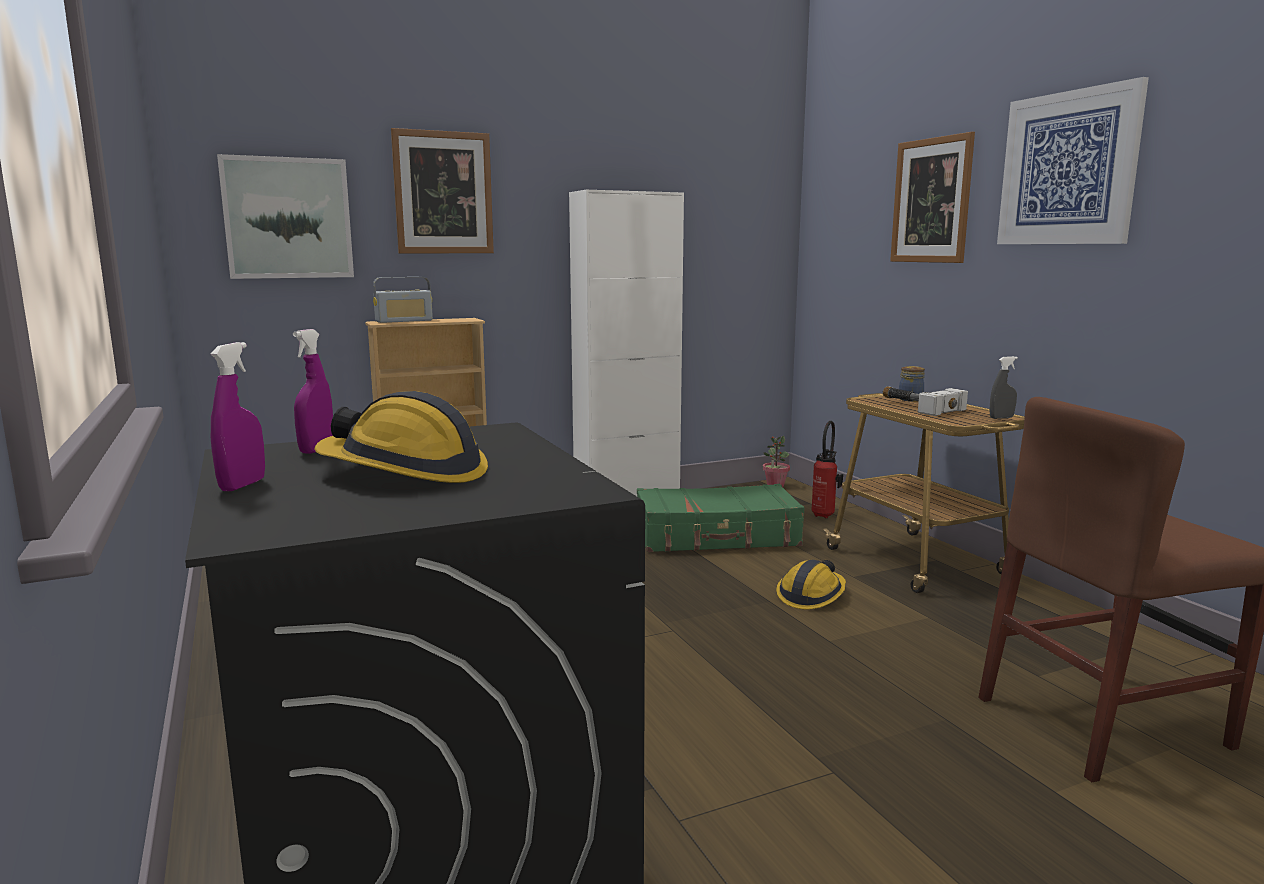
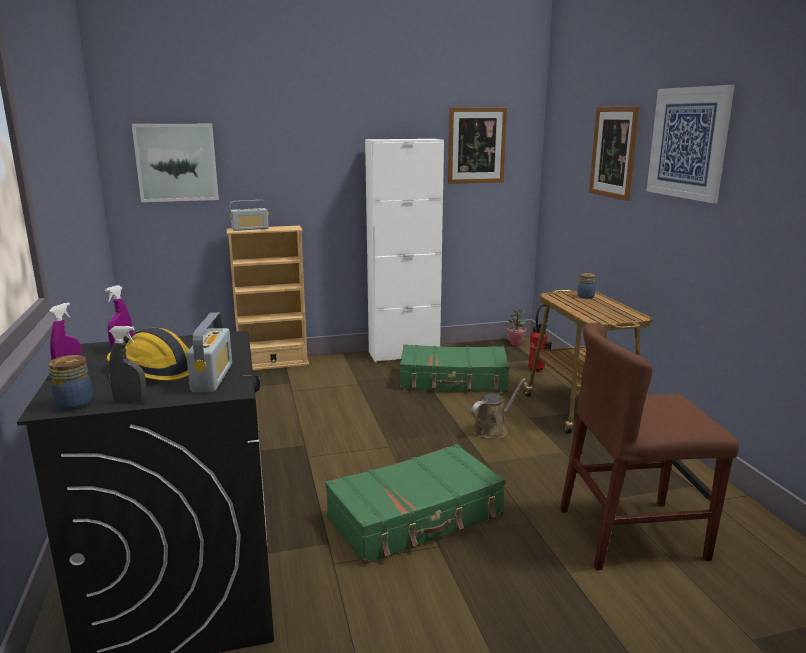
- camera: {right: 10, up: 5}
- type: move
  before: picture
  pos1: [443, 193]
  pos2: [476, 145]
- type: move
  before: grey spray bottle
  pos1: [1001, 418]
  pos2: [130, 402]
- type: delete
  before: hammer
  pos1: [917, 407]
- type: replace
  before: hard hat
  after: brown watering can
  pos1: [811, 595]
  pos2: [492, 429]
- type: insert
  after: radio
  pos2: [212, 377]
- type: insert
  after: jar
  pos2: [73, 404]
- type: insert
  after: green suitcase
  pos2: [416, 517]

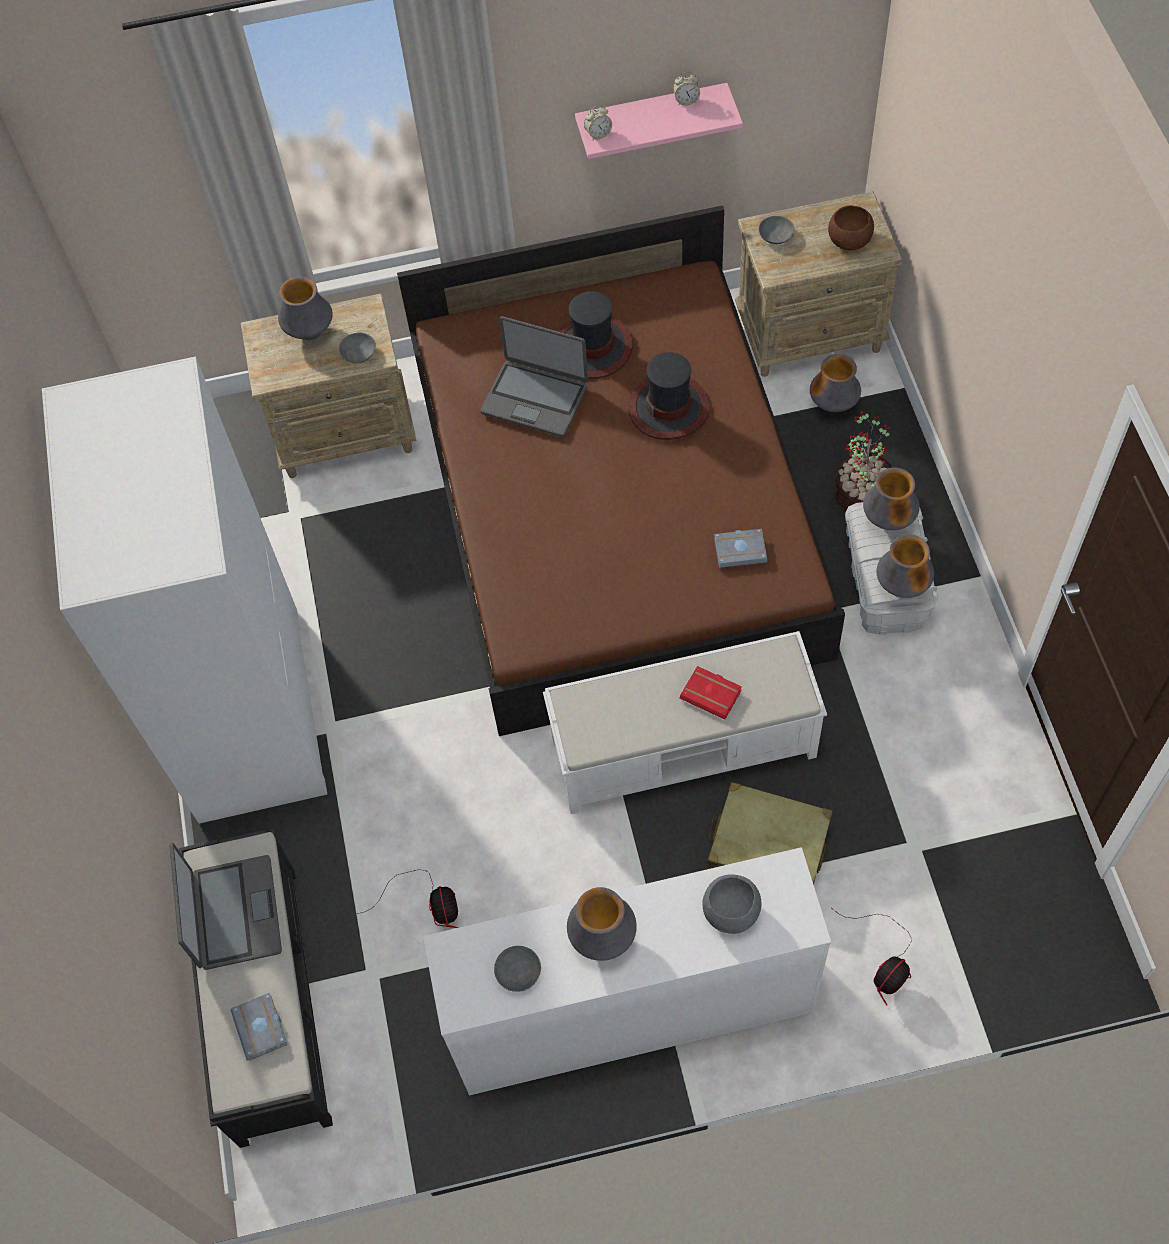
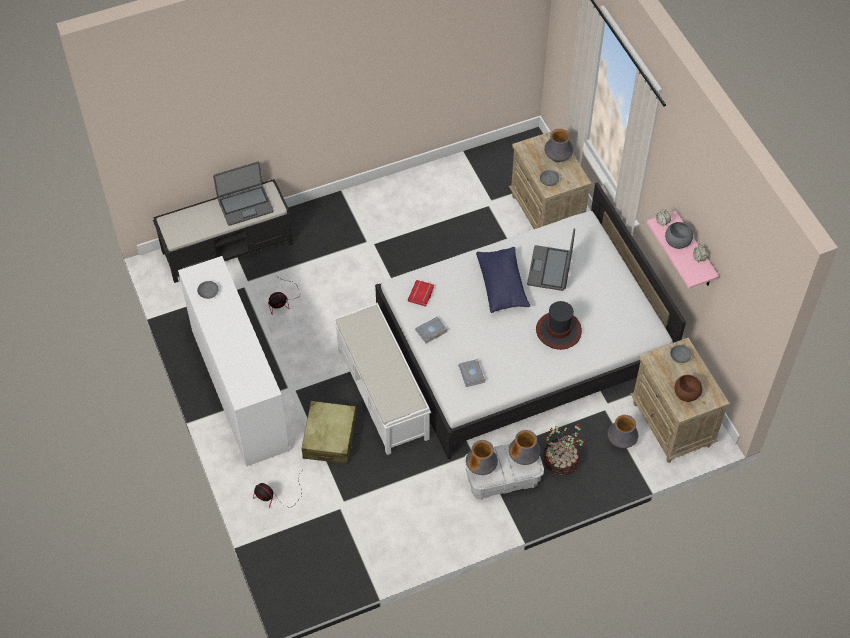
- camera: {right: 75, up: -5}
- type: recolor
  before: brown bed
  after: white bed
  pos1: [616, 512]
  pos2: [522, 343]
- type: delete
  before: hat
  pos1: [593, 347]
- type: delete
  before: white wardrobe
  pos1: [247, 712]
- type: move
  before: red book
  pos1: [712, 694]
  pos2: [421, 295]
- type: move
  before: grey bowl
  pos1: [731, 911]
  pos2: [677, 242]
- type: delete
  before: vase
  pos1: [602, 937]
- type: move
  before: grey book
  pos1: [262, 1028]
  pos2: [431, 332]
- type: insert
  after: blue pillow
  pos2: [502, 286]

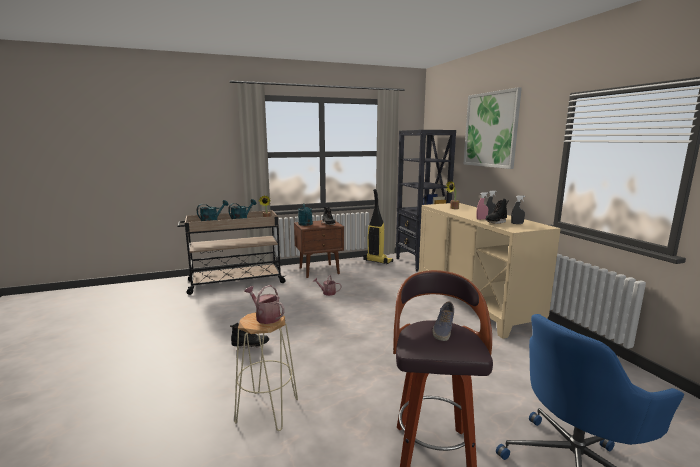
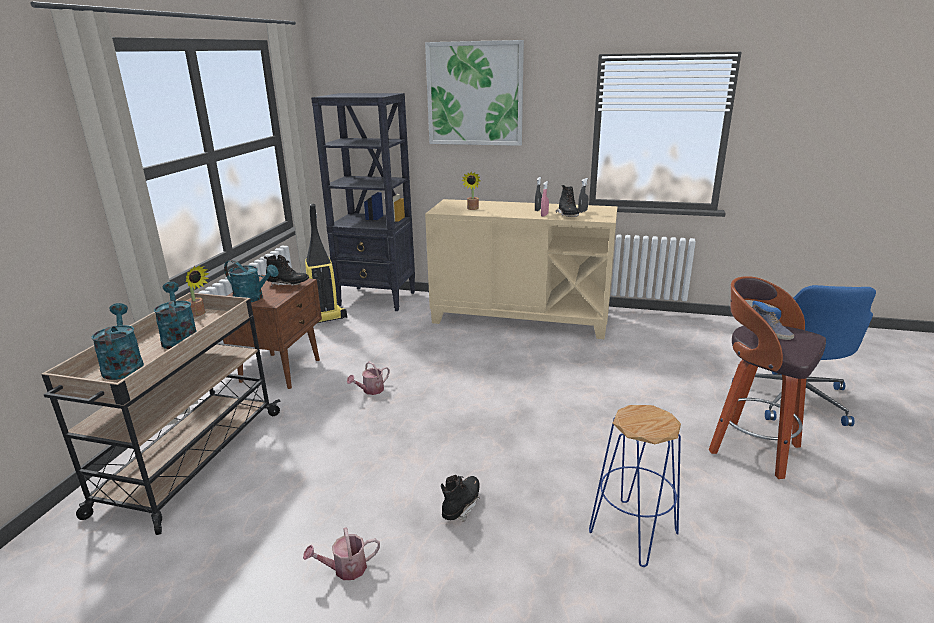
- camera: {right: -55, up: 10}
- type: move
  before: watering can
  pos1: [265, 317]
  pos2: [345, 569]
- type: recolor
  before: beige stool
  after: blue stool
  pos1: [266, 410]
  pos2: [632, 533]

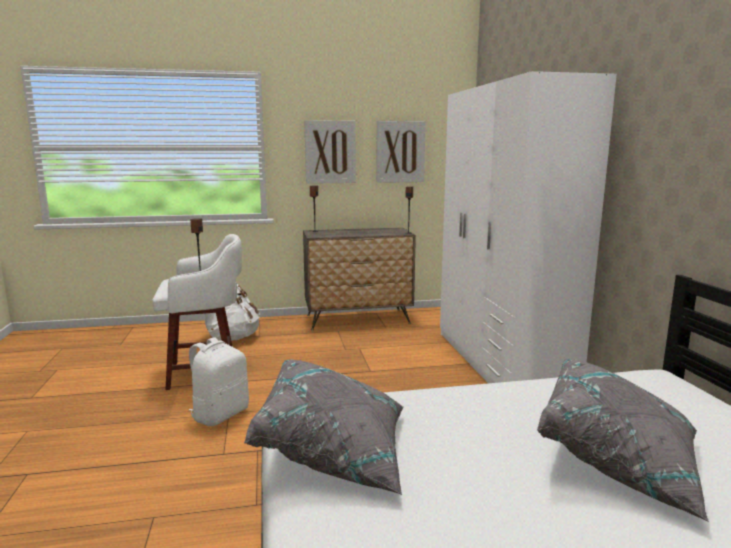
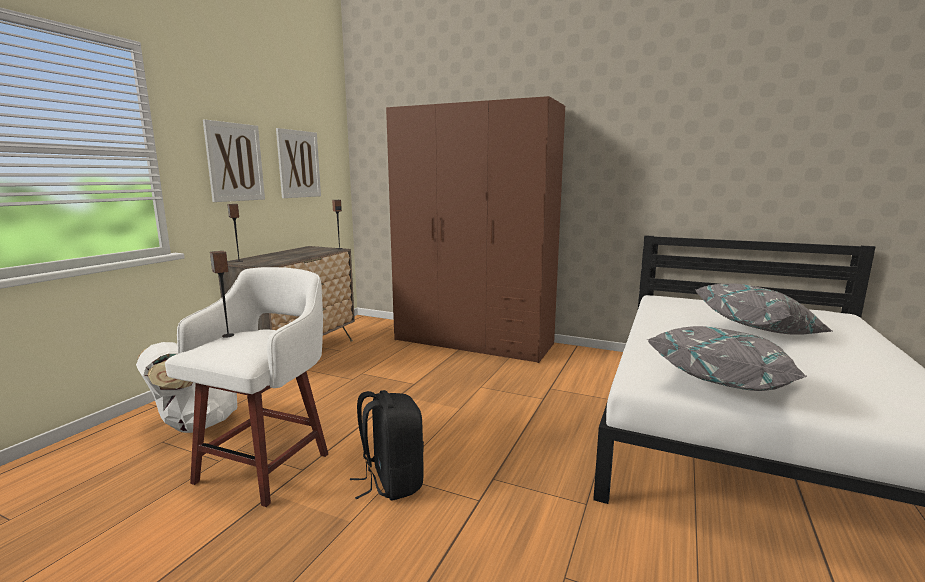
- camera: {right: -55, up: 0}
- type: recolor
  before: white wardrobe
  after: brown wardrobe
  pos1: [500, 363]
  pos2: [473, 342]
- type: recolor
  before: white backpack
  after: black backpack
  pos1: [220, 414]
  pos2: [391, 482]

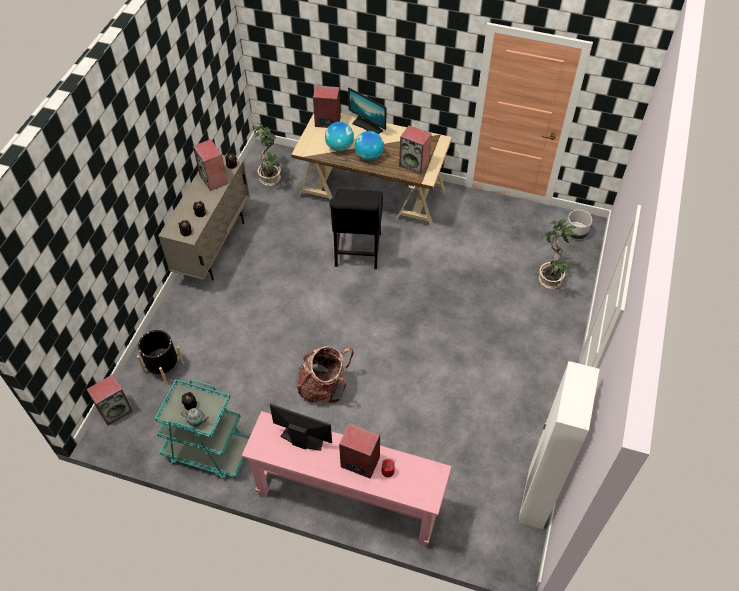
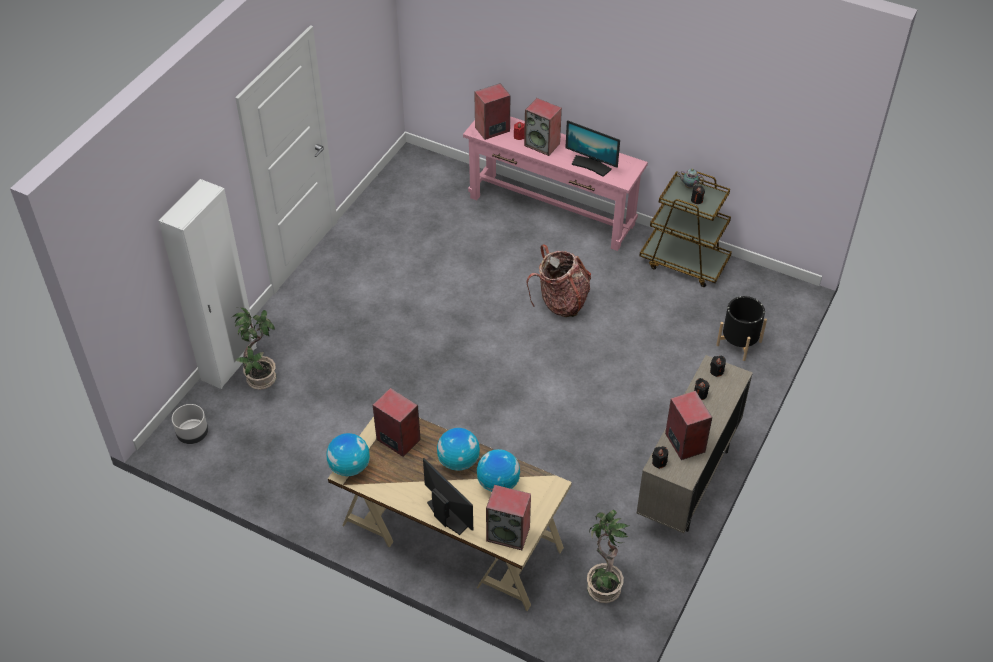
- camera: {right: -170, up: -5}
- type: delete
  before: black chair
  pos1: [357, 252]
- type: move
  before: white wardrobe
  pos1: [535, 498]
  pos2: [230, 364]
- type: move
  before: speaker
  pos1: [115, 410]
  pos2: [492, 129]
- type: recolor
  before: turquoise cart
  after: brown cart
  pos1: [208, 451]
  pos2: [684, 262]
- type: insert
  after: globe
  pos2: [350, 467]

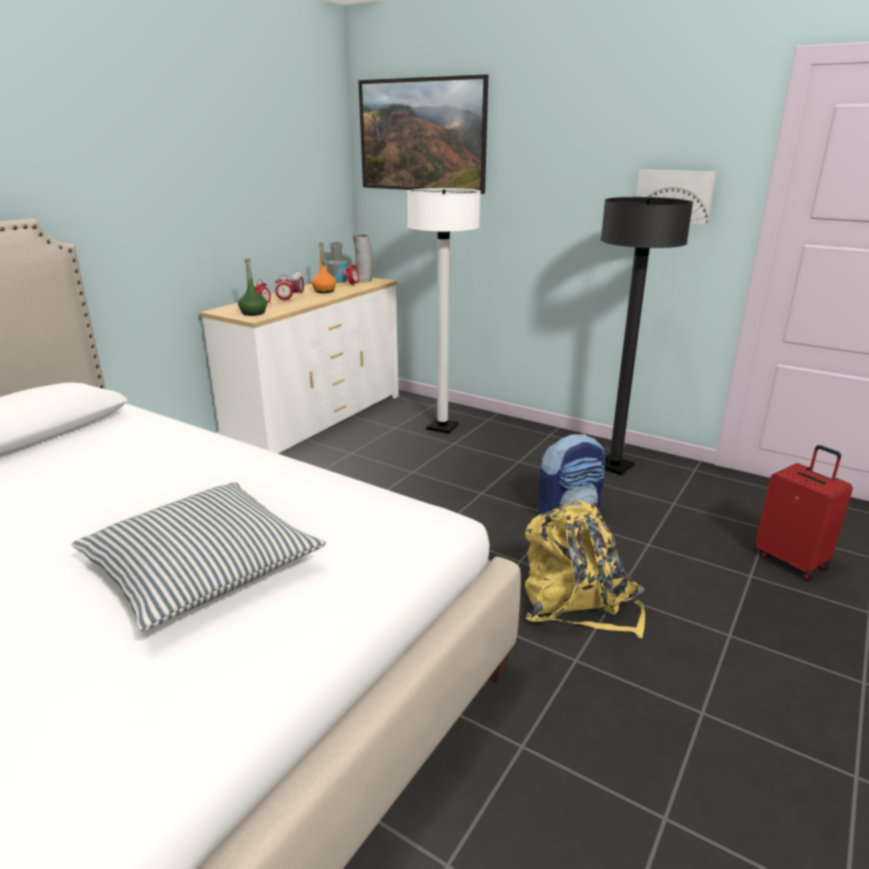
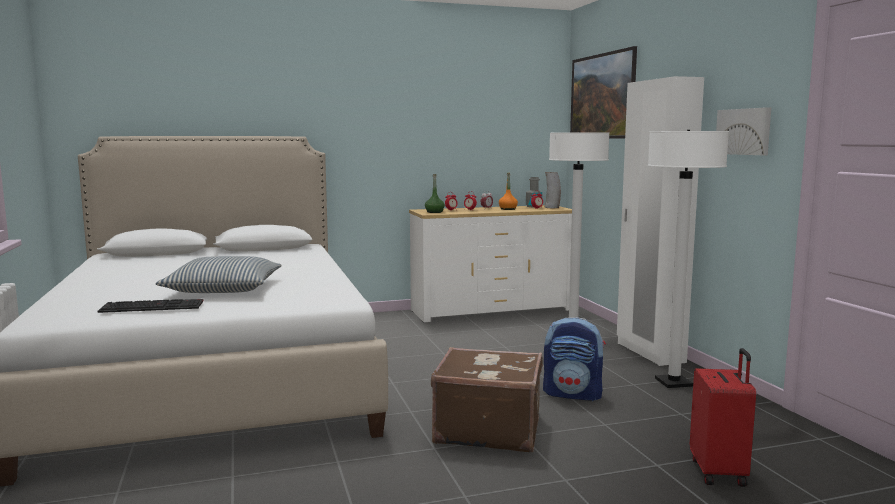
- camera: {right: 40, up: -15}
- type: recolor
  before: black floor lamp
  after: white floor lamp
  pos1: [614, 466]
  pos2: [673, 383]
- type: replace
  before: yellow backpack
  after: brown suitcase
  pos1: [578, 603]
  pos2: [488, 429]
- type: insert
  after: white wardrobe
  pos2: [649, 352]
- type: insert
  after: keyboard
  pos2: [153, 306]

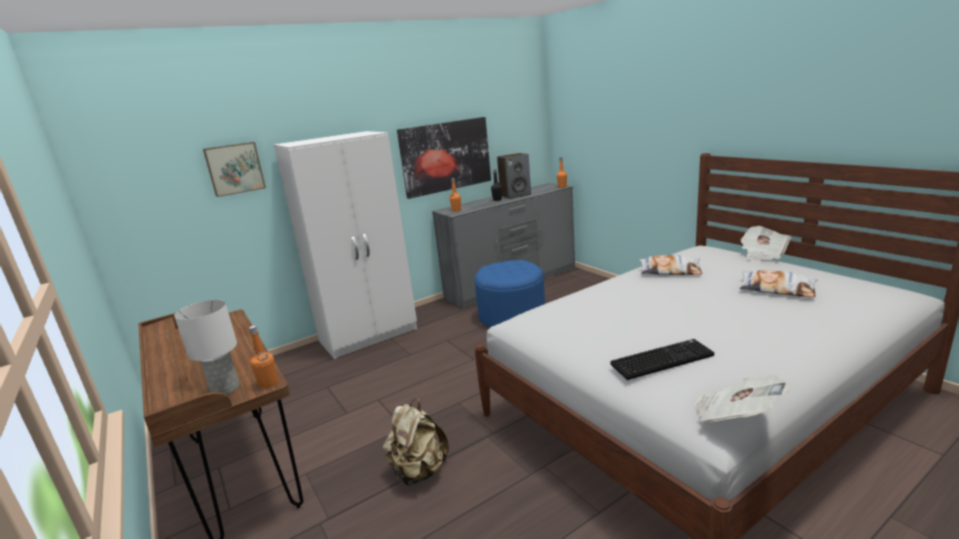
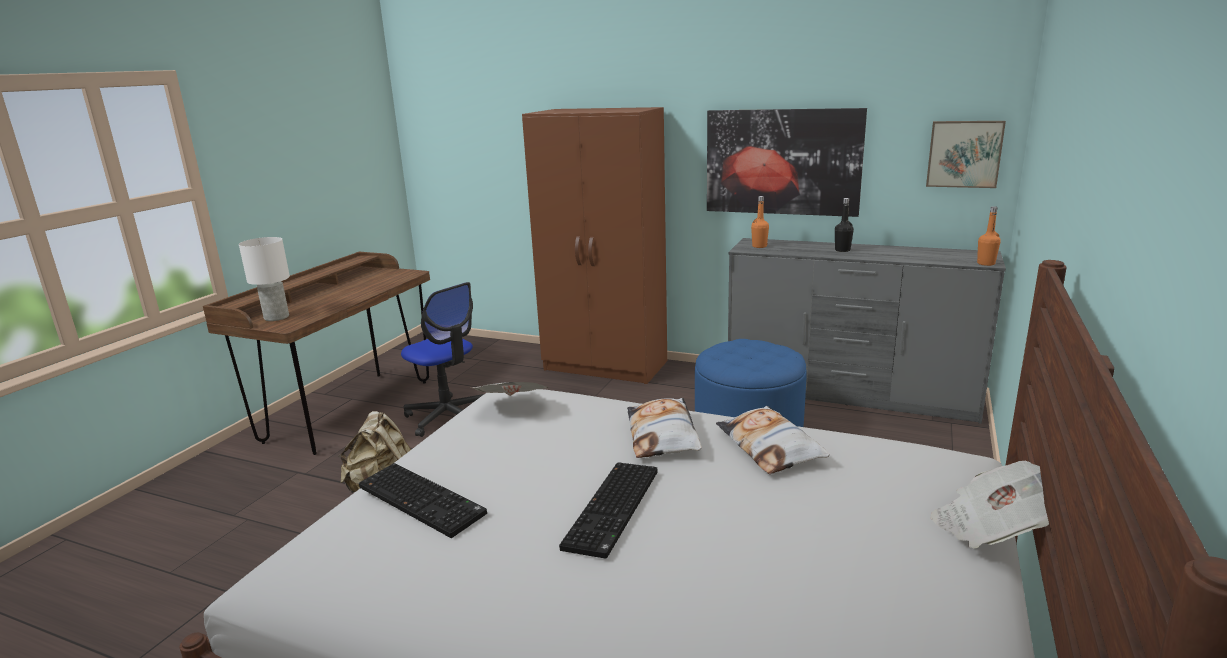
- camera: {right: 55, up: 0}
- type: recolor
  before: white wardrobe
  after: brown wardrobe
  pos1: [370, 335]
  pos2: [606, 366]
- type: move
  before: picture
  pos1: [234, 168]
  pos2: [964, 154]
- type: delete
  before: speaker
  pos1: [515, 195]
- type: move
  before: pillow
  pos1: [777, 289]
  pos2: [663, 435]
- type: delete
  before: orange bottle
  pos1: [268, 383]
- type: move
  before: newspaper
  pos1: [734, 416]
  pos2: [513, 407]
- type: insert
  after: office chair
  pos2: [448, 416]
- type: insert
  after: keyboard
  pos2: [614, 510]

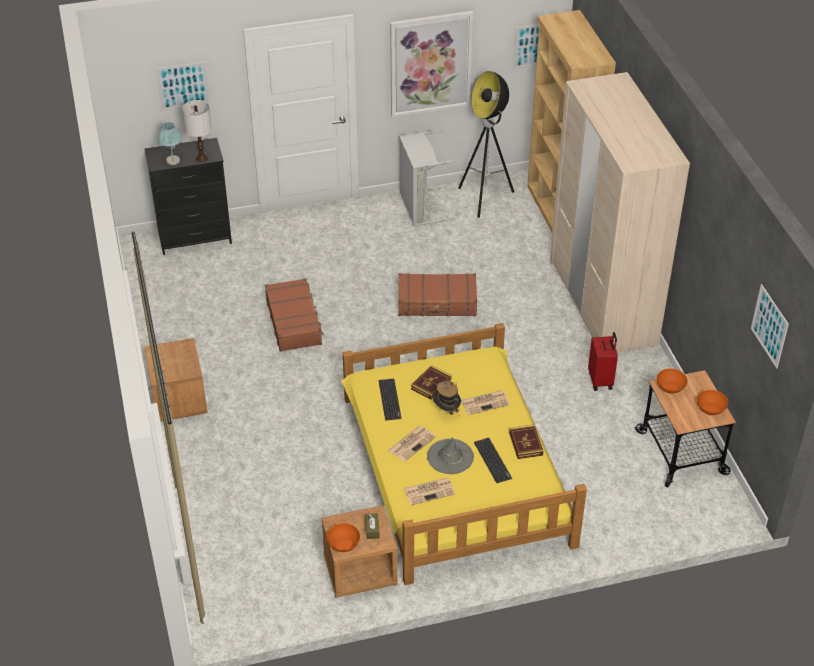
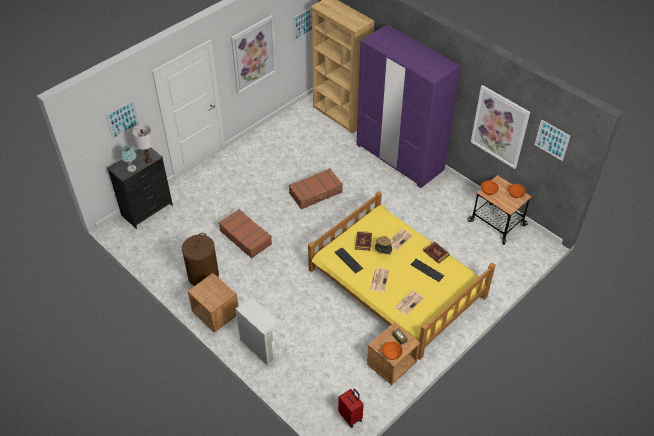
- camera: {right: -30, up: 5}
- type: delete
  before: floor lamp
  pos1: [485, 199]
- type: recolor
  before: beige wardrobe
  after: purple wardrobe
  pos1: [602, 301]
  pos2: [399, 157]
- type: move
  before: grey laundry basket
  pos1: [420, 208]
  pos2: [262, 346]
- type: move
  before: red suitcase
  pos1: [601, 380]
  pos2: [351, 416]
- type: delete
  before: grey hat
  pos1: [450, 456]
- type: insert
  after: picture
  pos2: [499, 127]
- type: insert
  after: brown laundry basket
  pos2: [203, 275]

